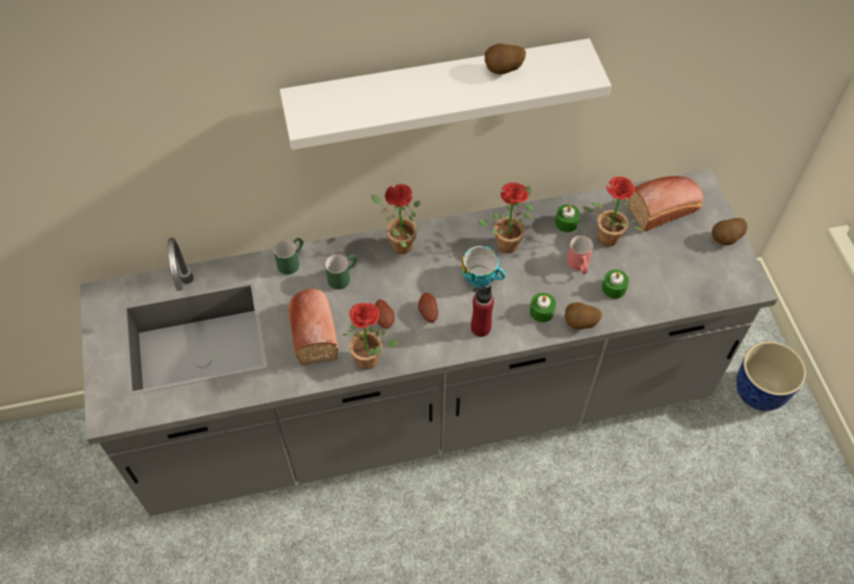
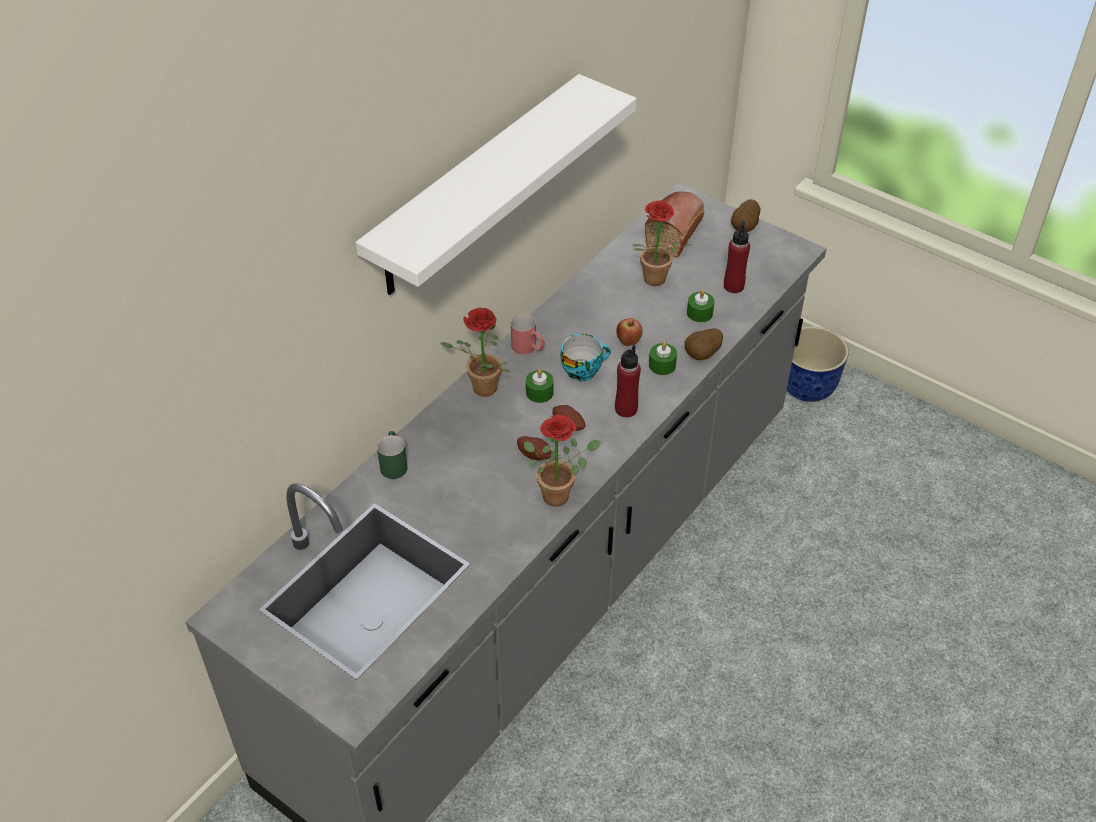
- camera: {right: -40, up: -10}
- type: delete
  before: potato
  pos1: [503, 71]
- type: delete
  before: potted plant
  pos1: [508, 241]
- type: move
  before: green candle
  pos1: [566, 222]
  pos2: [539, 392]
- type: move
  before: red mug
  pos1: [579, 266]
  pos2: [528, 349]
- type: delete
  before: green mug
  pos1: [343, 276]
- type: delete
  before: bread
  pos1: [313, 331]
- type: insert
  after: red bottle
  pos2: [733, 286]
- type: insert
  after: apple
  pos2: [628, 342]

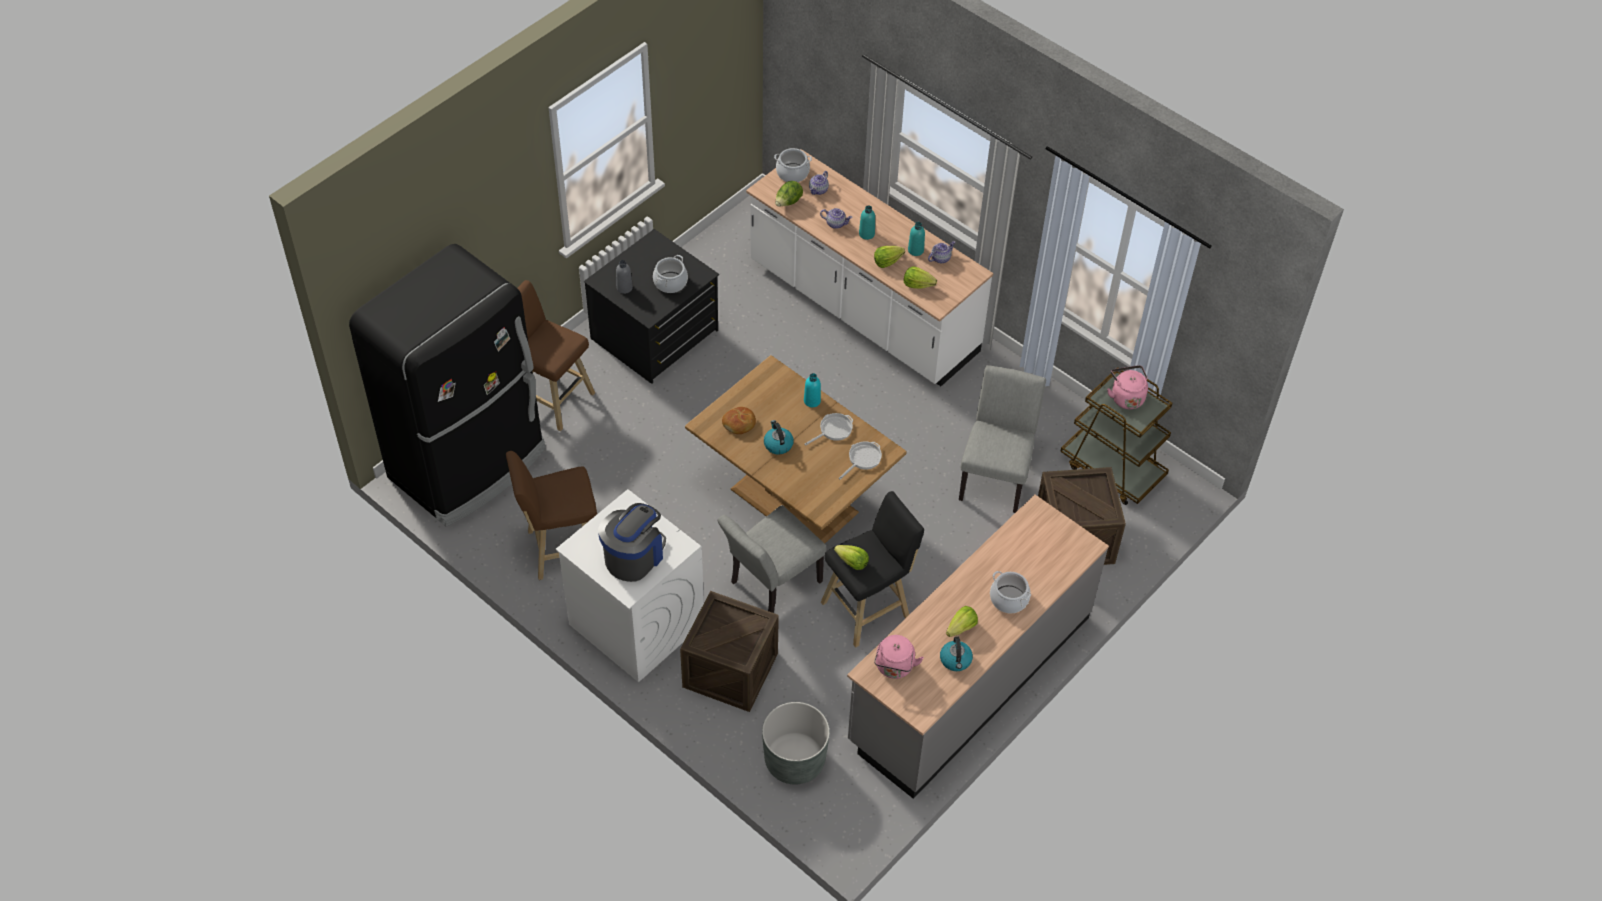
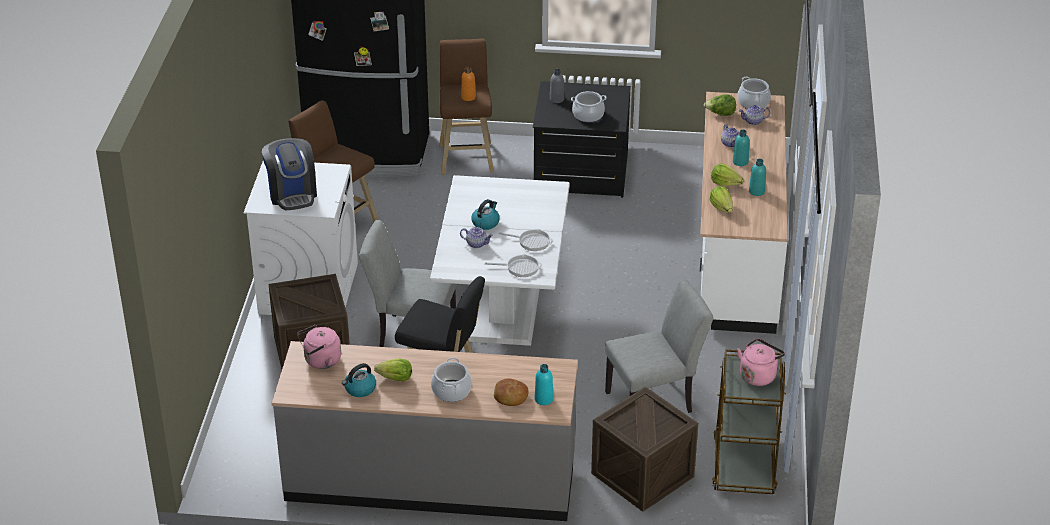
- camera: {right: 55, up: -15}
- type: move
  before: teapot
  pos1: [940, 258]
  pos2: [477, 244]
- type: recolor
  before: brown dining table
  after: white dining table
  pos1: [793, 502]
  pos2: [502, 309]
- type: move
  before: turquoise bottle
  pos1: [812, 401]
  pos2: [543, 399]
- type: move
  before: bread
  pos1: [739, 424]
  pos2: [510, 397]
- type: rotate
  before: coffee machine
  pos1: [634, 556]
  pos2: [292, 193]
  turn: 75
- type: delete
  before: lettuce
  pos1: [852, 562]
- type: delete
  before: grey planter
  pos1: [794, 760]
- type: insert
  after: orange bottle
  pos2: [468, 97]

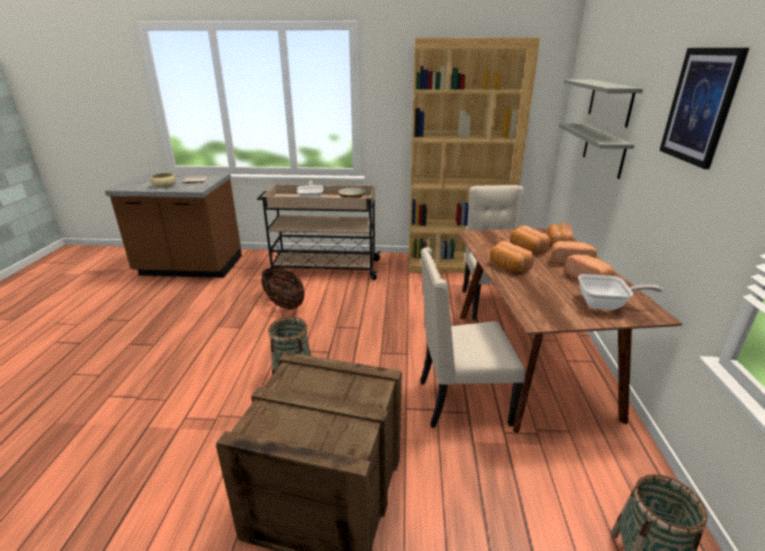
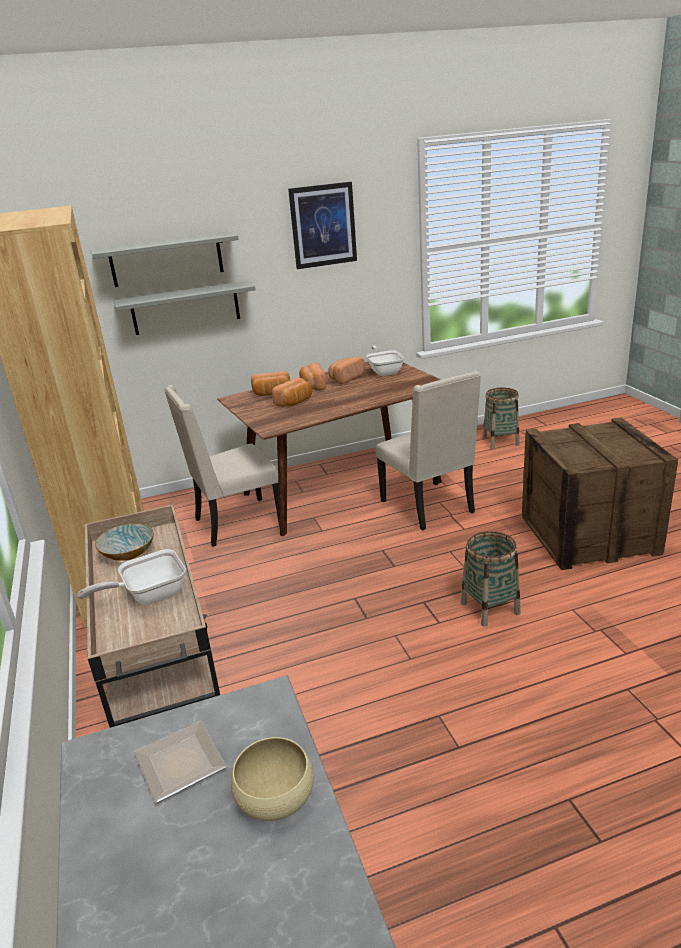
- camera: {right: -110, up: 0}
- type: delete
  before: bread
  pos1: [508, 267]
- type: delete
  before: basket
  pos1: [284, 304]

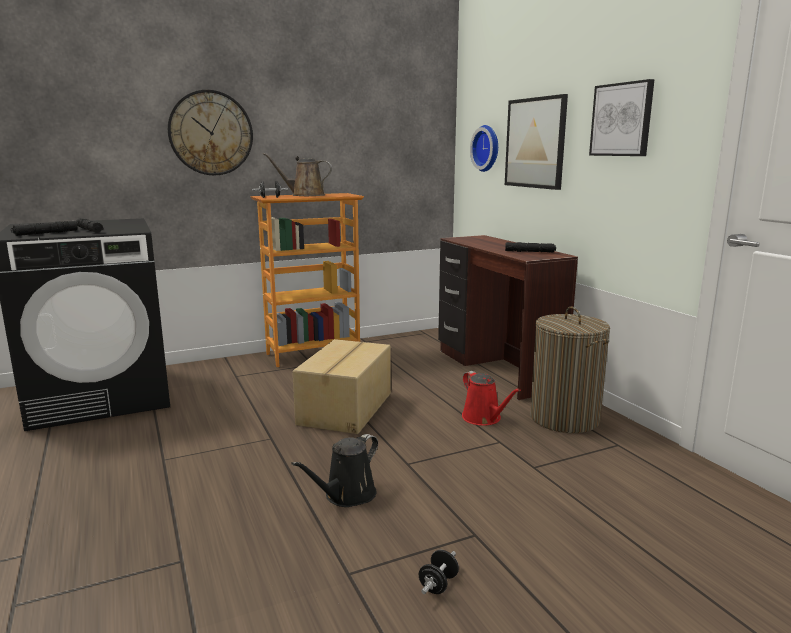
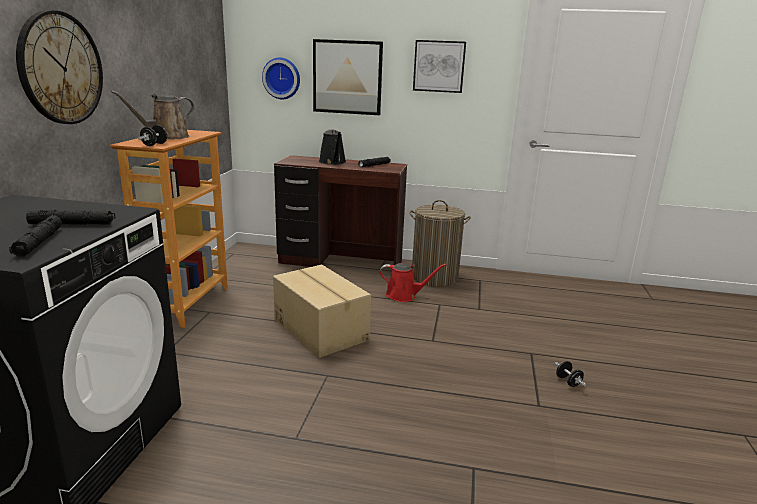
- camera: {right: -55, up: 5}
- type: move
  before: black watering can
  pos1: [346, 496]
  pos2: [333, 162]

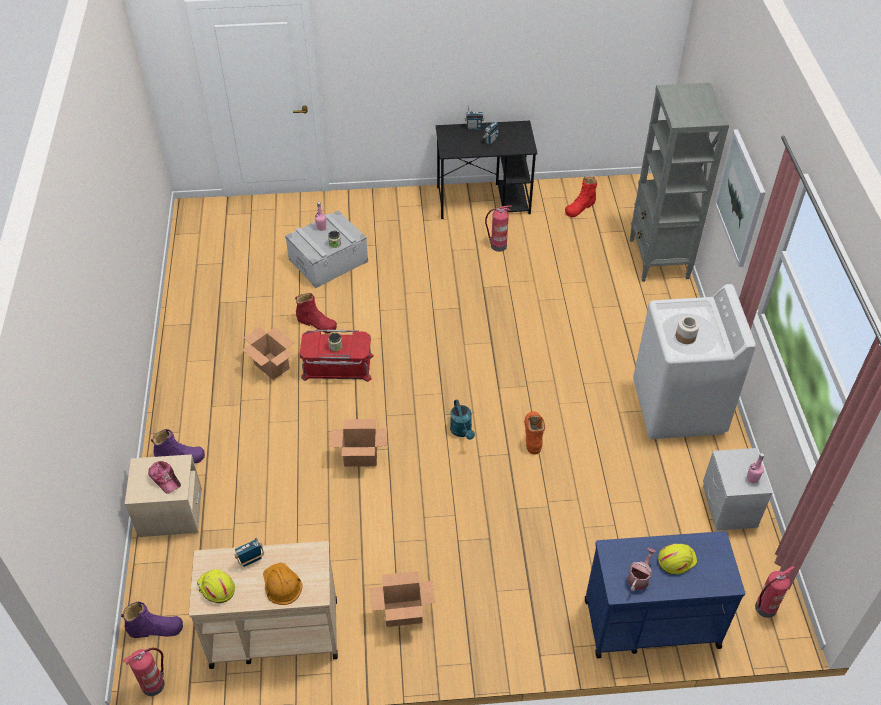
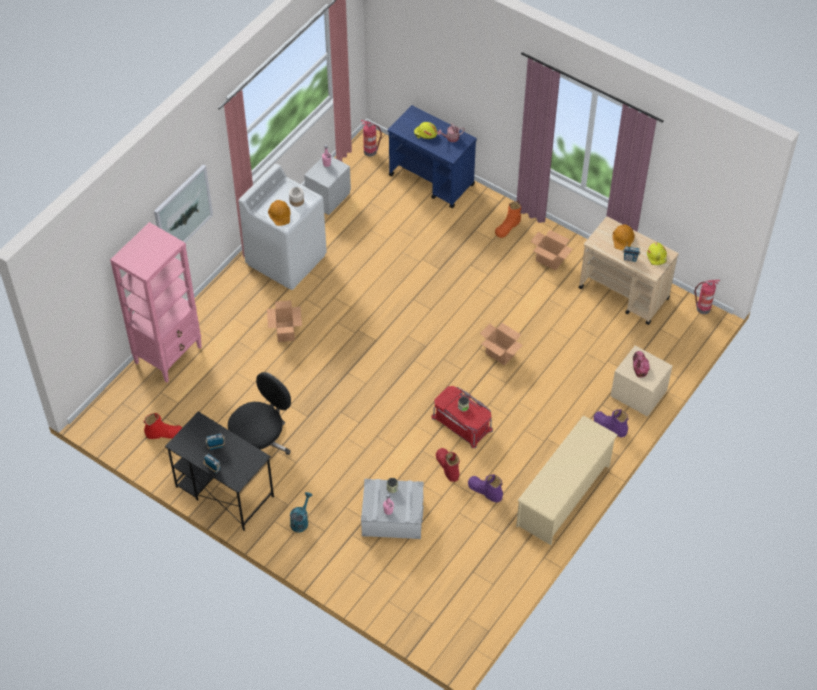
- camera: {right: -140, up: 5}
- type: recolor
  before: grey bookcase
  after: pink bookcase
  pos1: [658, 259]
  pos2: [169, 354]
- type: replace
  before: fire extinguisher
  after: black office chair
  pos1: [497, 246]
  pos2: [261, 442]
- type: move
  before: cardboard box
  pos1: [272, 366]
  pos2: [285, 331]
- type: move
  before: turquoise watering can
  pos1: [462, 431]
  pos2: [300, 521]
- type: move
  before: orange boot
  pos1: [533, 435]
  pos2: [508, 227]
- type: move
  before: purple boot
  pos1: [156, 629]
  pos2: [485, 491]
- type: insert
  after: orange hard hat
  pos2: [280, 214]
- type: insert
  after: beige shoe rack
  pos2: [564, 495]

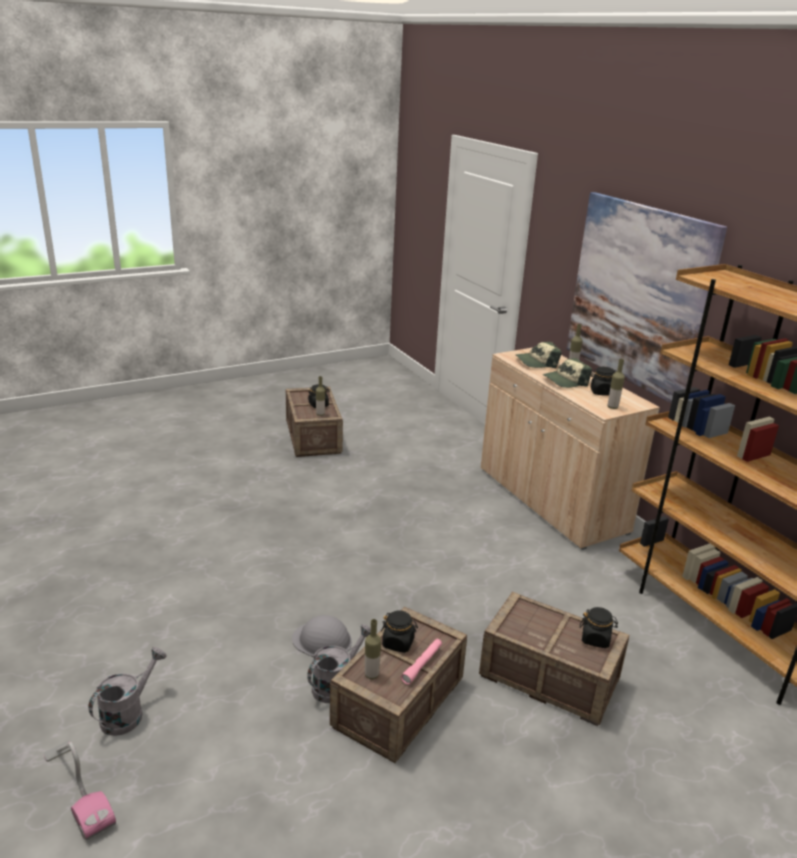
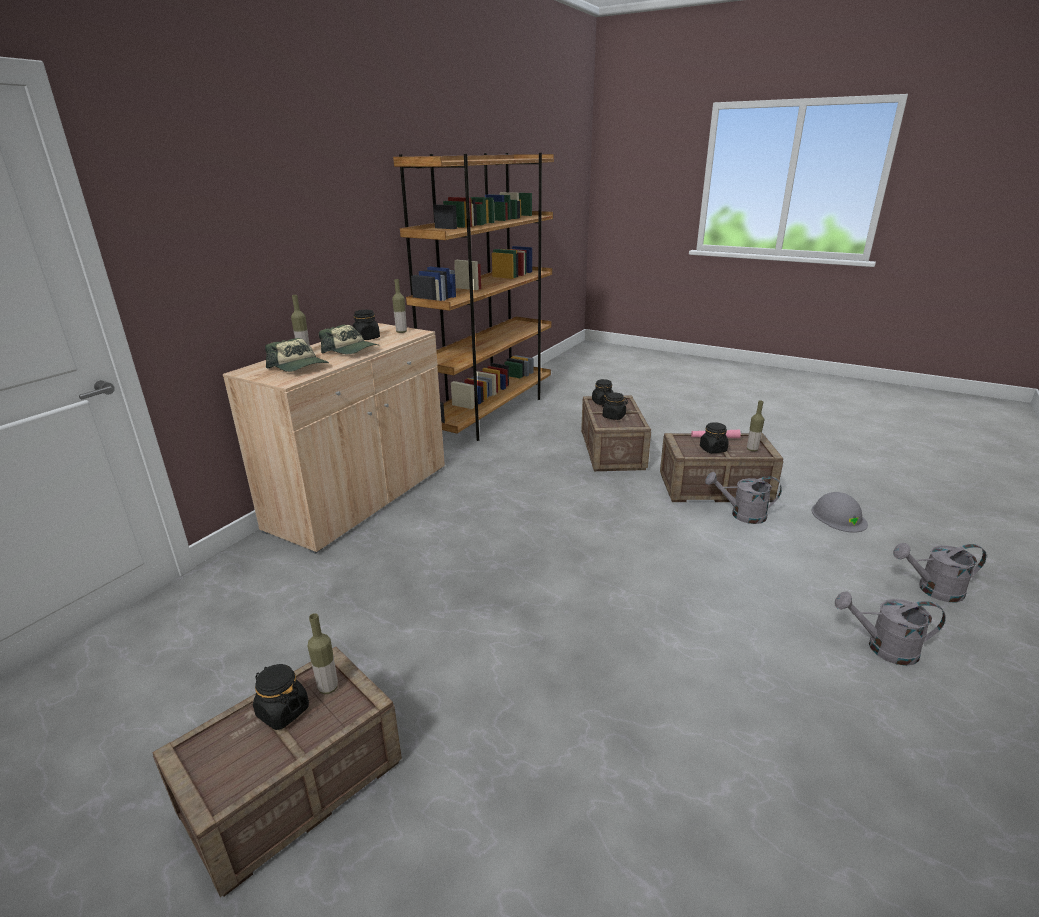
- camera: {right: -120, up: 0}
- type: delete
  before: picture
  pos1: [638, 295]
- type: move
  before: grey hard hat
  pos1: [322, 640]
  pos2: [838, 516]
- type: delete
  before: vacuum cleaner
  pos1: [78, 790]
- type: insert
  after: black jar
  pos2: [614, 416]
- type: insert
  after: grey watering can
  pos2: [883, 648]

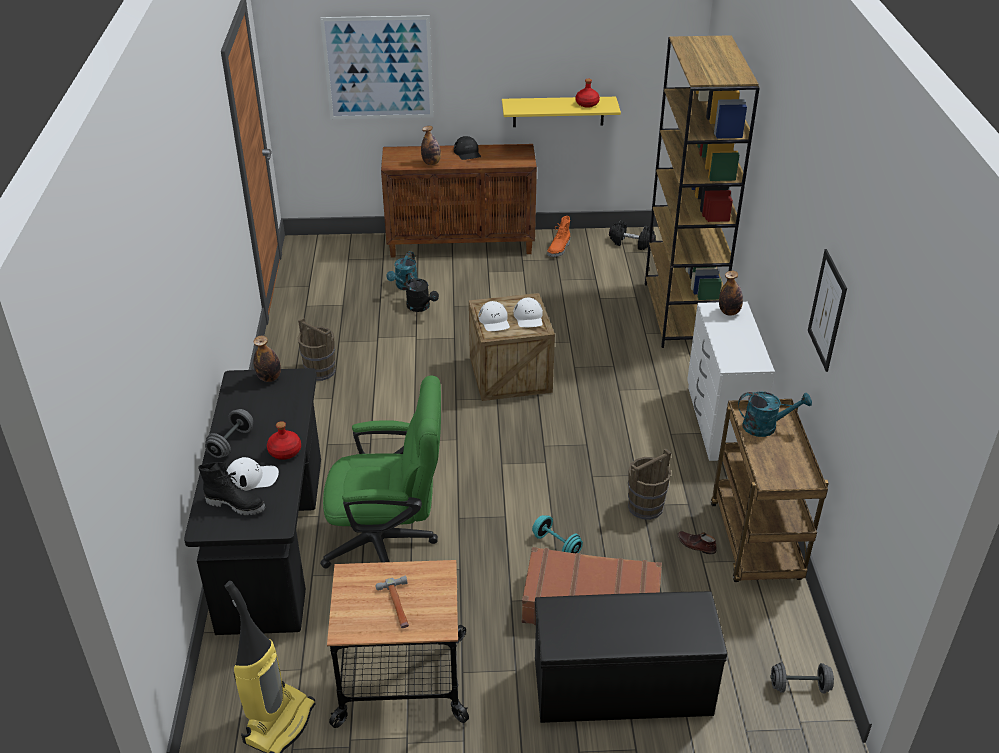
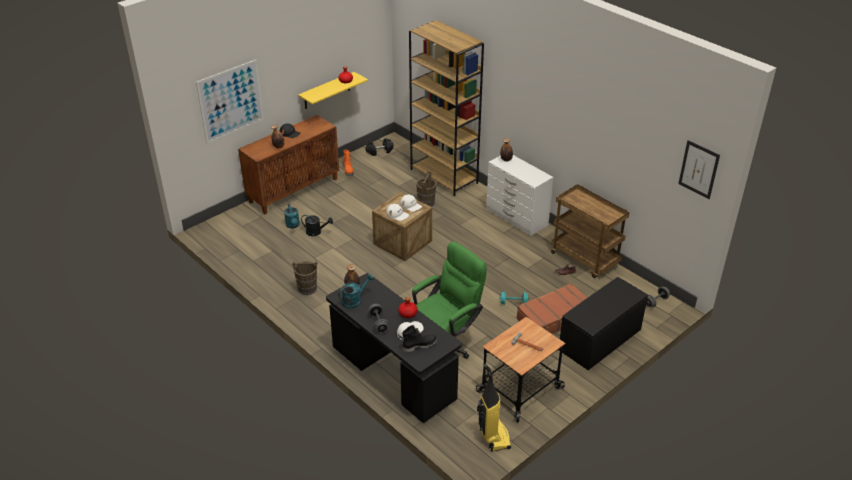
- camera: {right: -40, up: 0}
- type: move
  before: picture
  pos1: [827, 310]
  pos2: [698, 169]
- type: move
  before: turquoise watering can
  pos1: [766, 426]
  pos2: [354, 300]
- type: move
  before: brown bucket
  pos1: [646, 507]
  pos2: [426, 202]

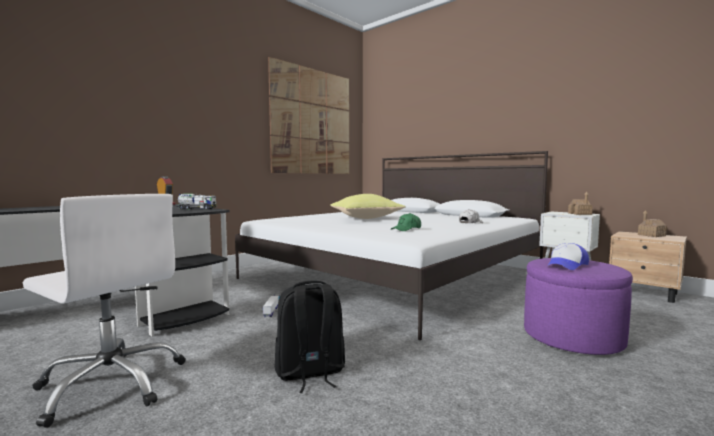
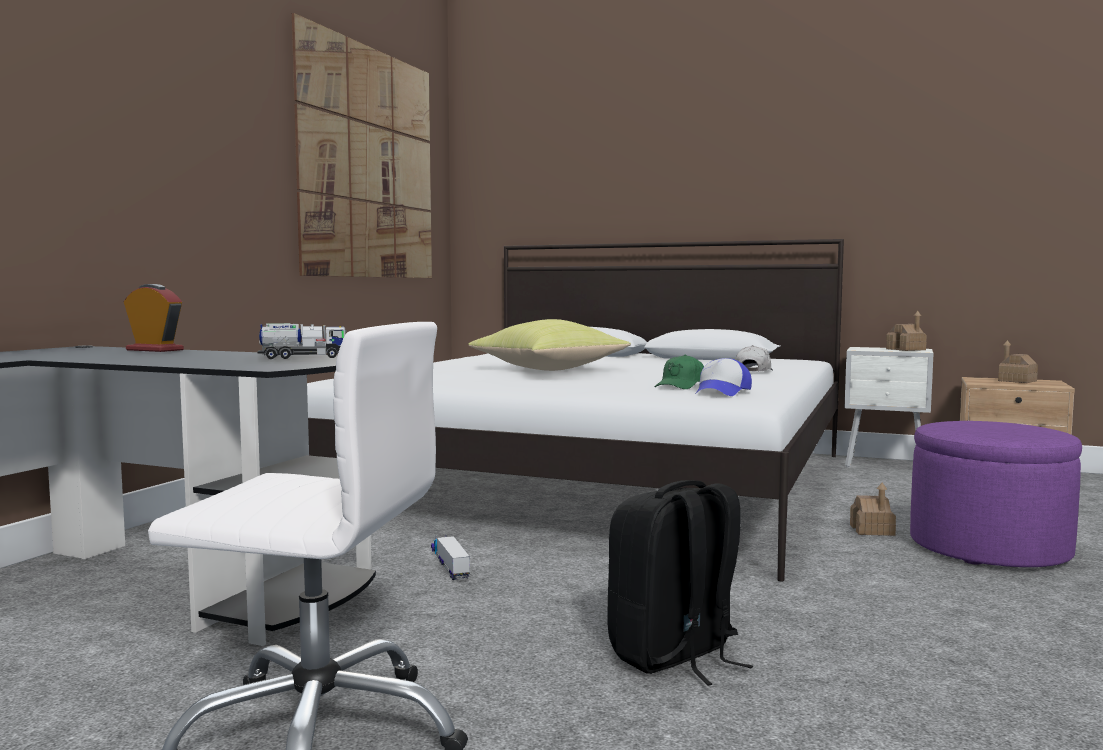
- camera: {right: -20, up: 0}
- type: move
  before: cap
  pos1: [567, 265]
  pos2: [722, 392]
- type: insert
  after: toy house
  pos2: [872, 530]

